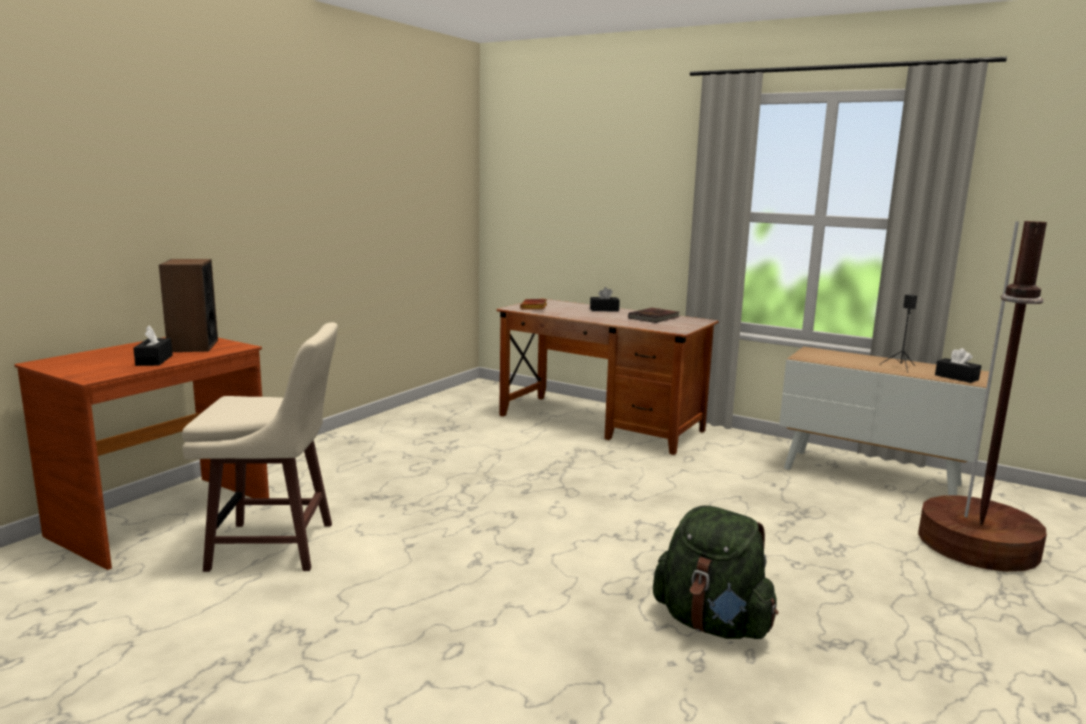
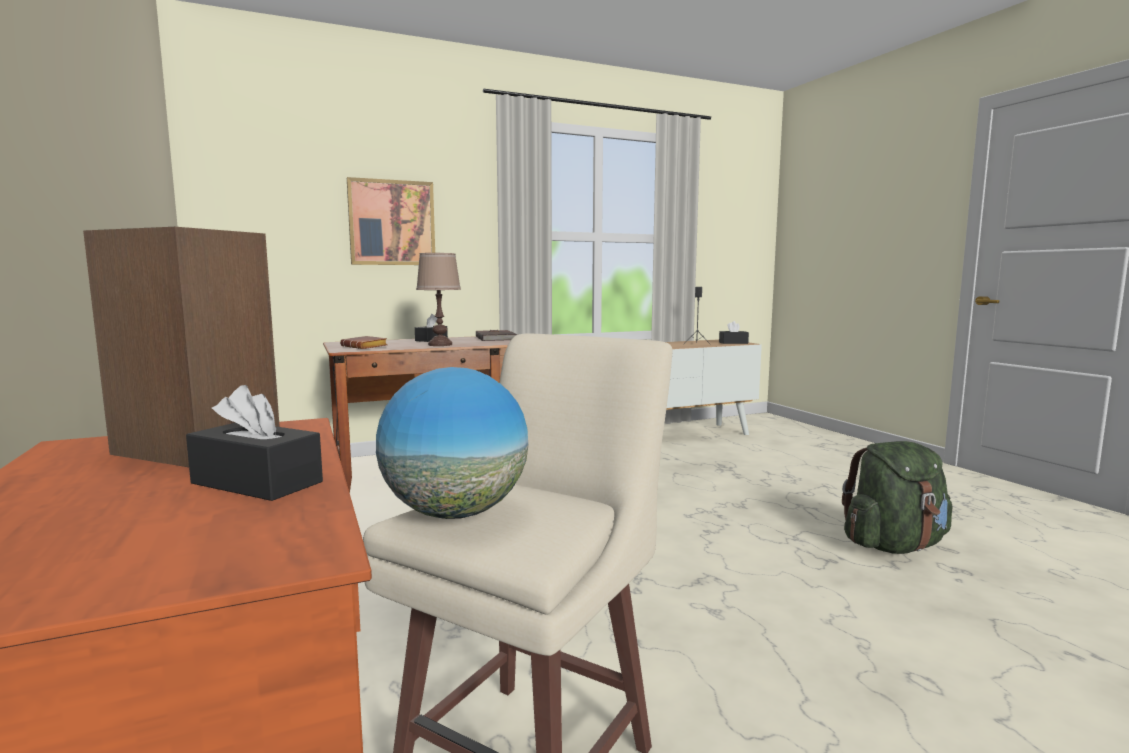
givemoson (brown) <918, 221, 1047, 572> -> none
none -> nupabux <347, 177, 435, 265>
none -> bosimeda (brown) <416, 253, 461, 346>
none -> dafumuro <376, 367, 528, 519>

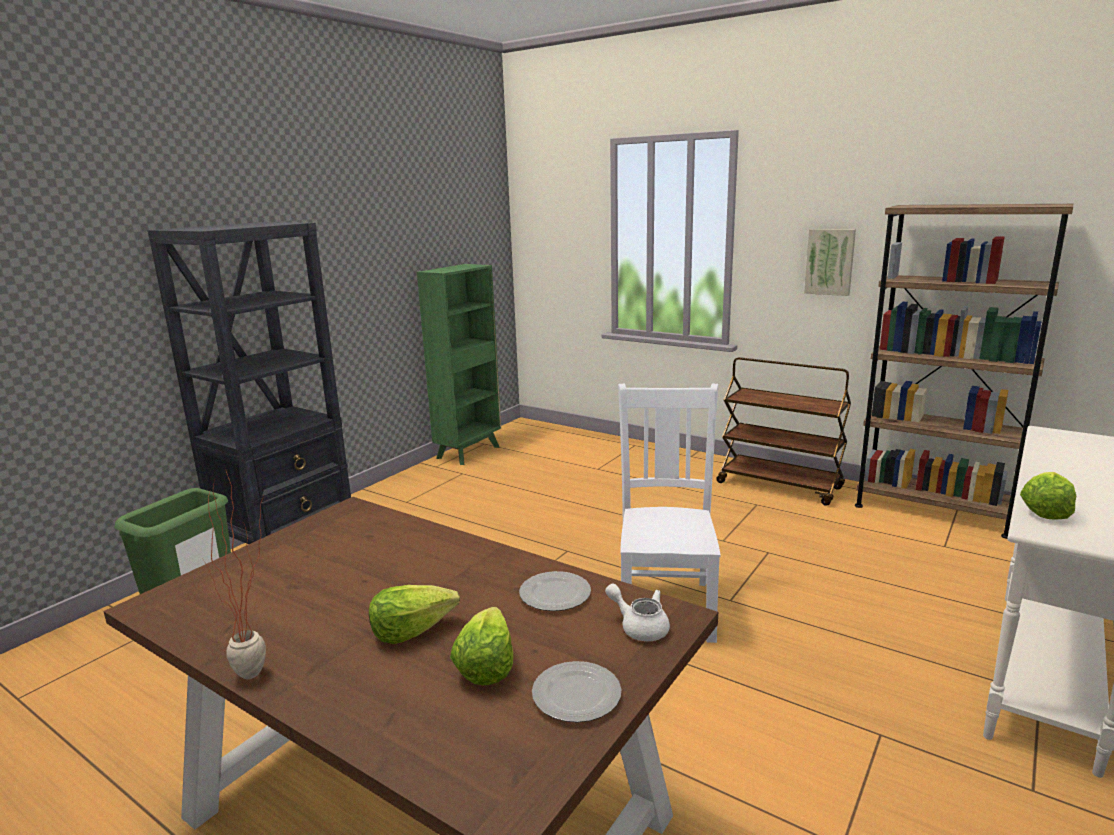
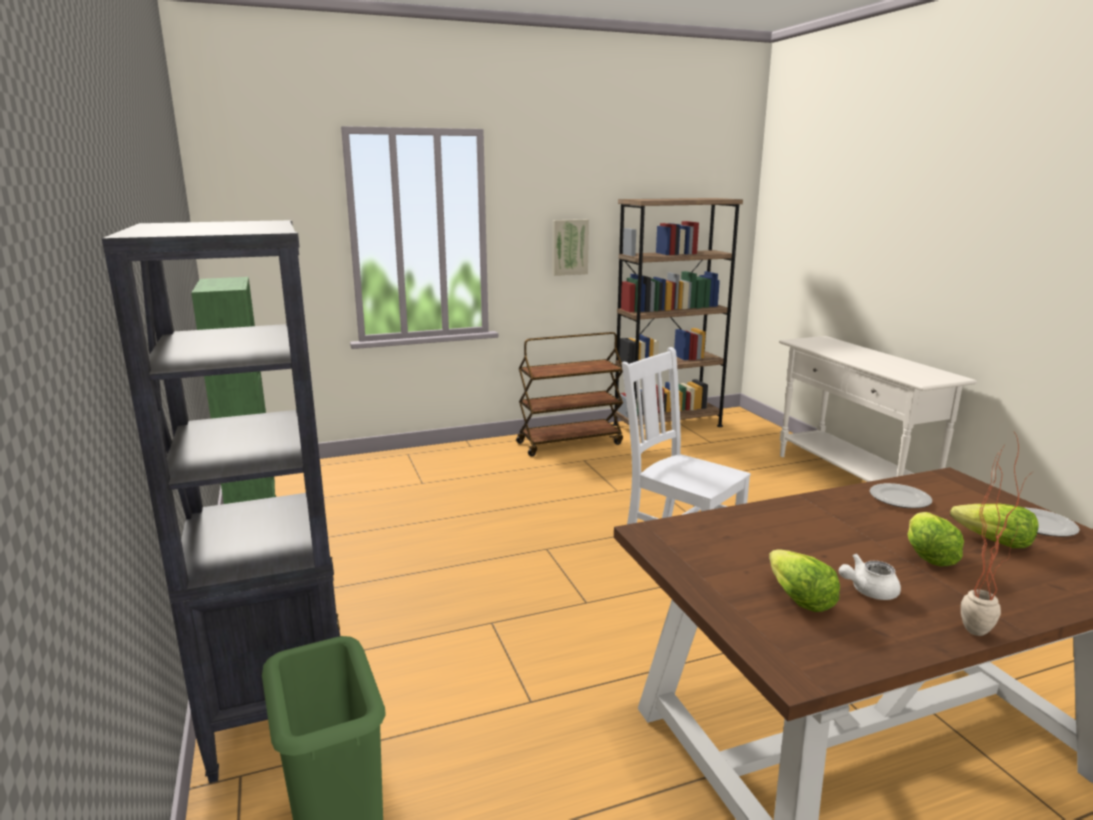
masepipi <1020, 472, 1076, 520> -> masepipi <769, 549, 840, 612>, relocated
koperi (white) <605, 584, 670, 641> -> koperi (white) <839, 554, 901, 600>, relocated

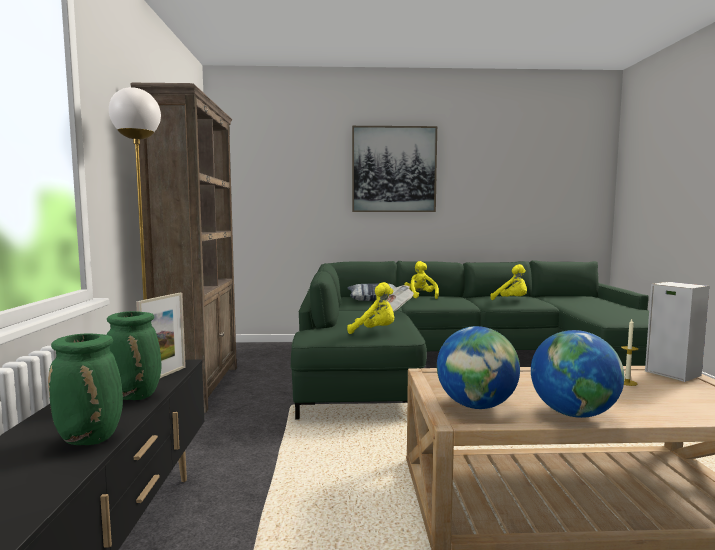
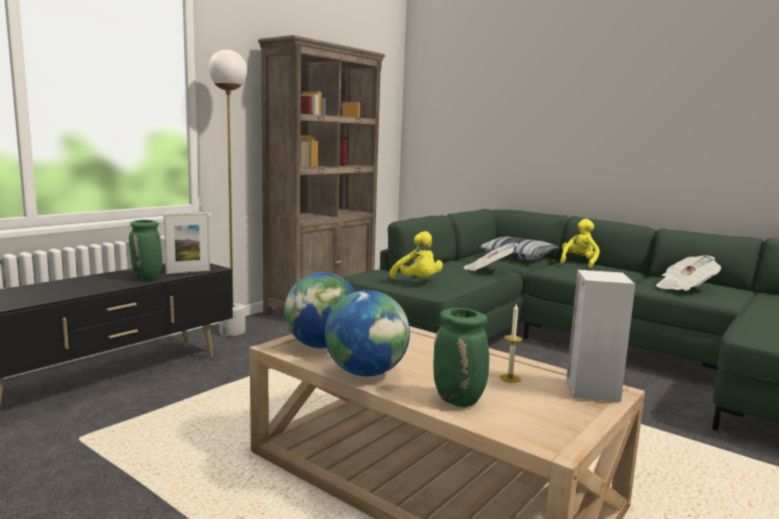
nupabux <352, 126, 437, 212> -> none
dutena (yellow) <490, 264, 527, 300> -> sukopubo <656, 255, 721, 291>
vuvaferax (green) <48, 333, 123, 445> -> vuvaferax (green) <434, 308, 489, 407>, relocated

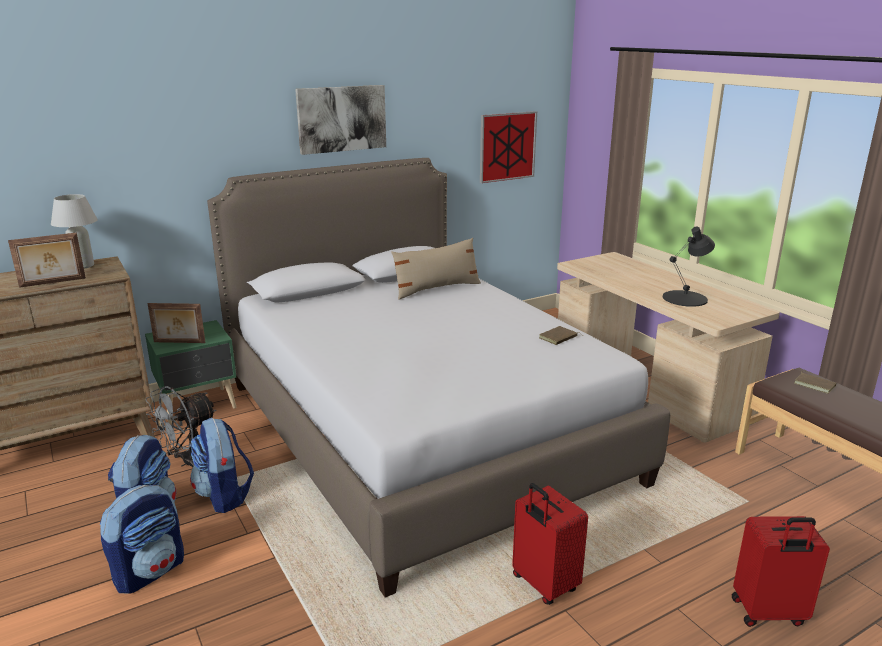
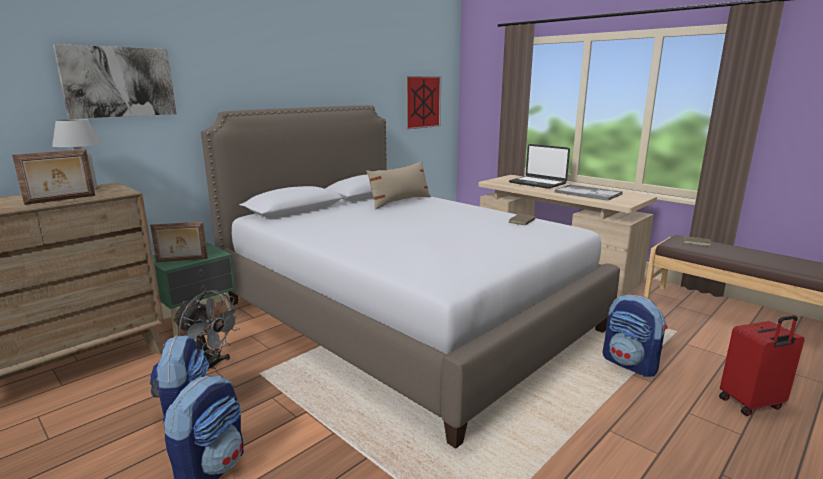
nupabux <295, 85, 386, 155> -> nupabux <53, 44, 176, 119>, relocated
bosimeda (black) <663, 227, 715, 307> -> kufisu <555, 184, 623, 201>
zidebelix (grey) <145, 386, 216, 467> -> zidebelix (grey) <173, 290, 242, 369>, 90 degrees counterclockwise
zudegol <190, 418, 254, 513> -> zudegol <603, 295, 668, 377>, relocated
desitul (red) <512, 483, 588, 605> -> none
none -> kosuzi <509, 144, 570, 189>

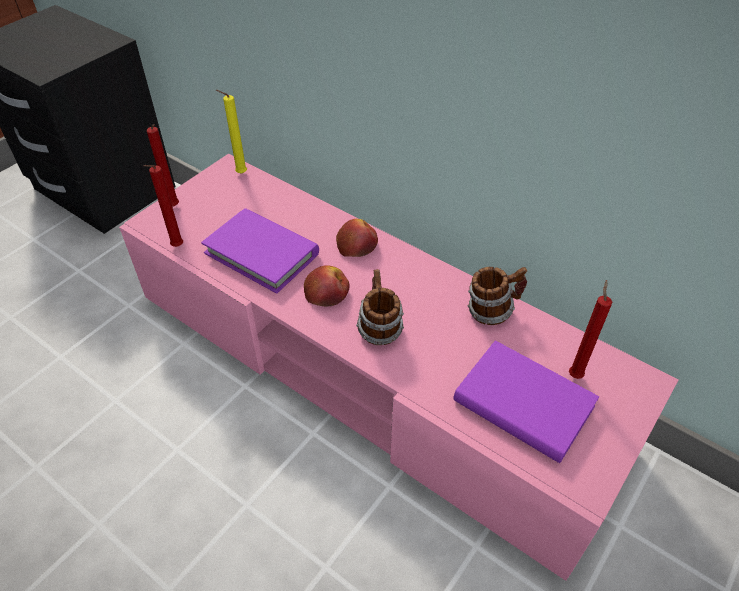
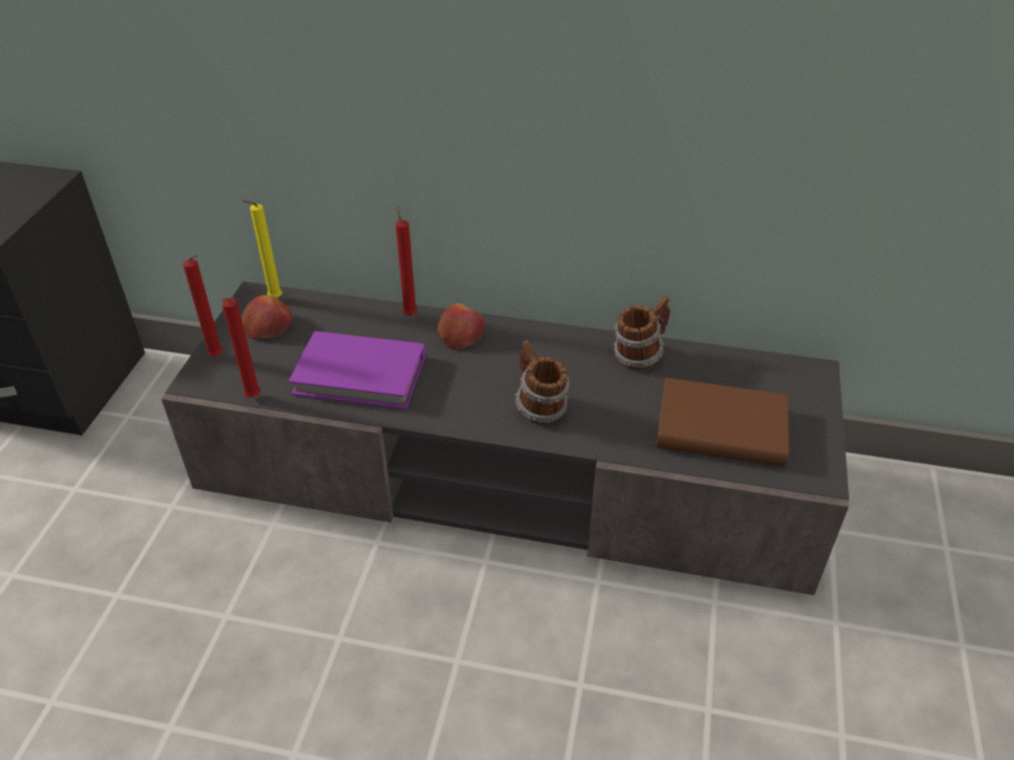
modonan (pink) <119, 154, 679, 581> -> modonan (grey) <161, 281, 849, 595>
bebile <304, 265, 350, 306> -> bebile <242, 295, 292, 339>, relocated
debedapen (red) <569, 280, 612, 379> -> debedapen (red) <396, 205, 417, 316>, relocated
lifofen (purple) <453, 340, 599, 463> -> lifofen (brown) <656, 378, 789, 467>

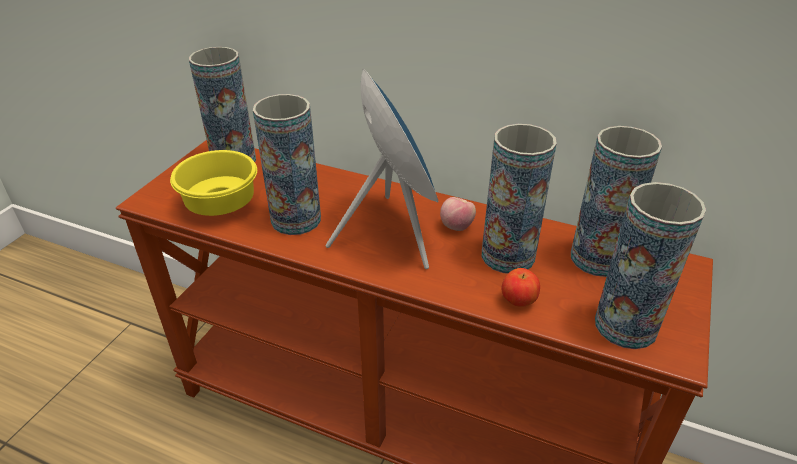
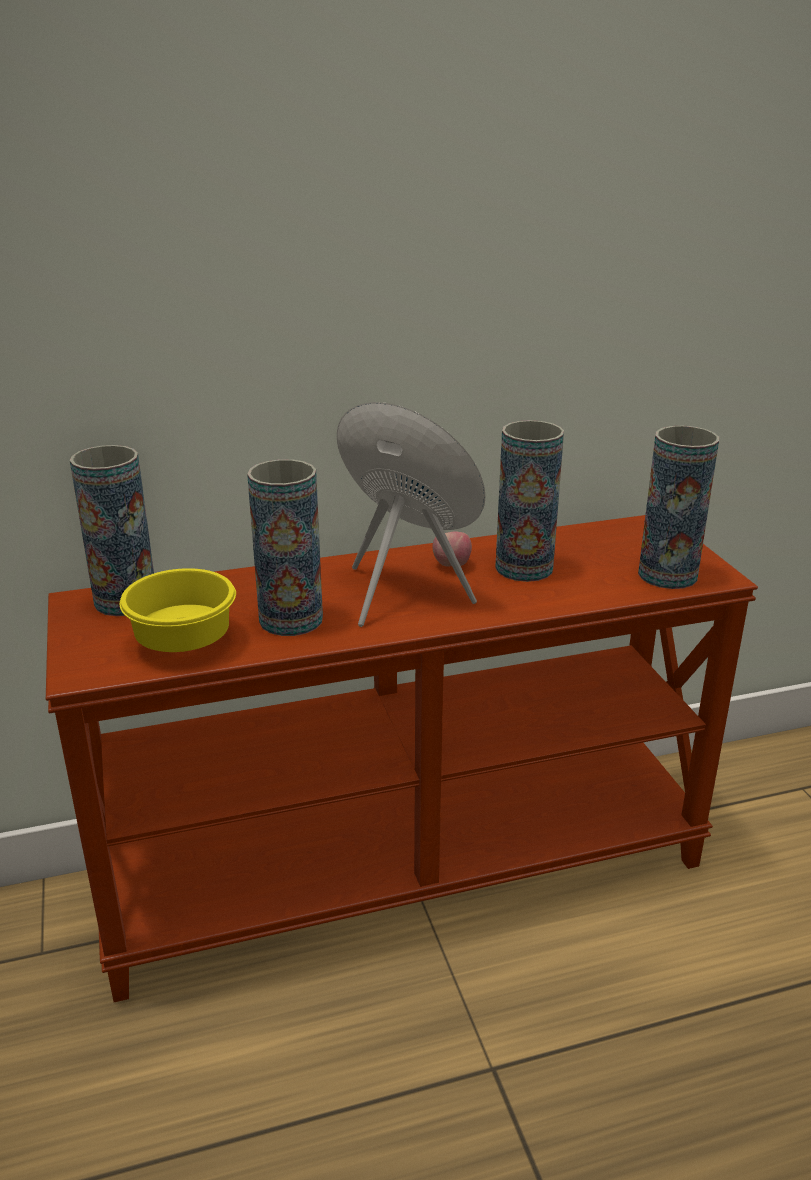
vuvaferax <571, 126, 662, 277> -> none
bebile <501, 268, 540, 307> -> none

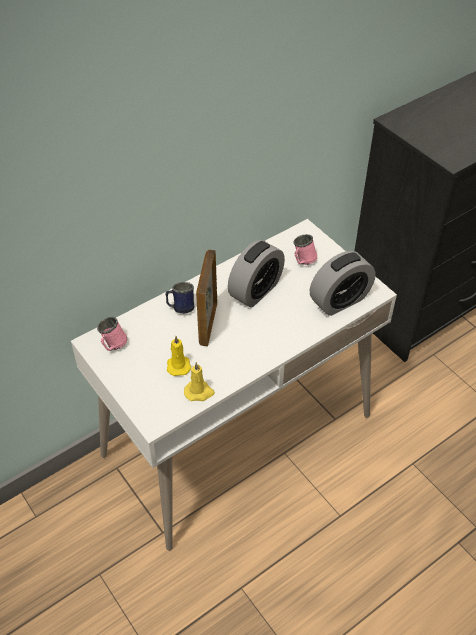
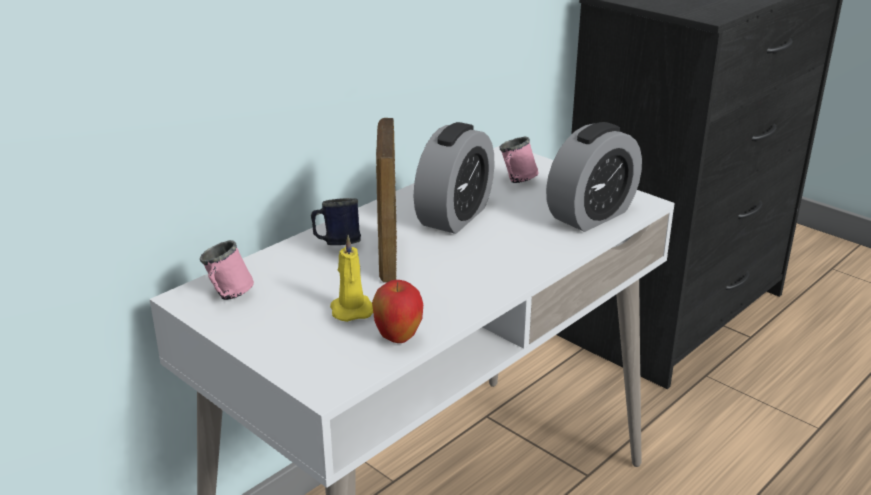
debedapen (yellow) <184, 362, 215, 401> -> bebile <372, 280, 423, 343>

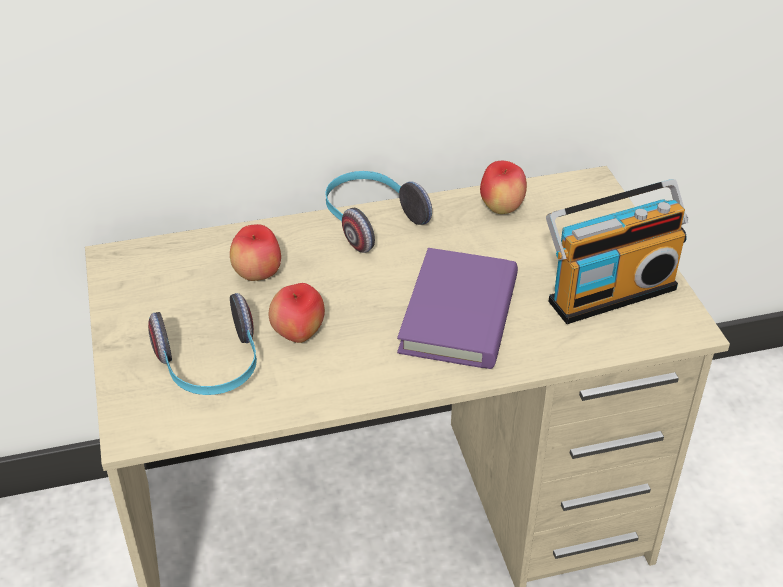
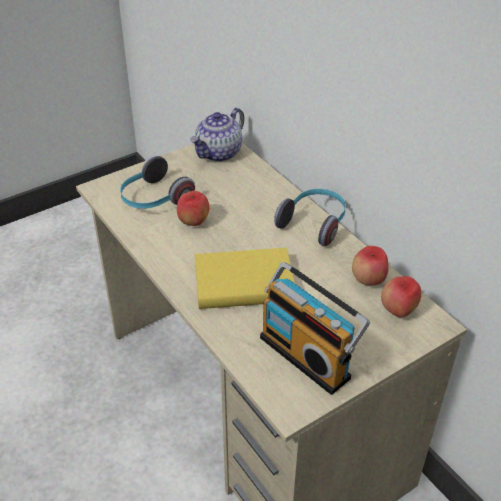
bebile <230, 224, 281, 281> -> bebile <381, 276, 421, 318>, relocated
lifofen (purple) <397, 248, 518, 369> -> lifofen (yellow) <195, 248, 295, 309>
none -> koperi <190, 108, 244, 162>

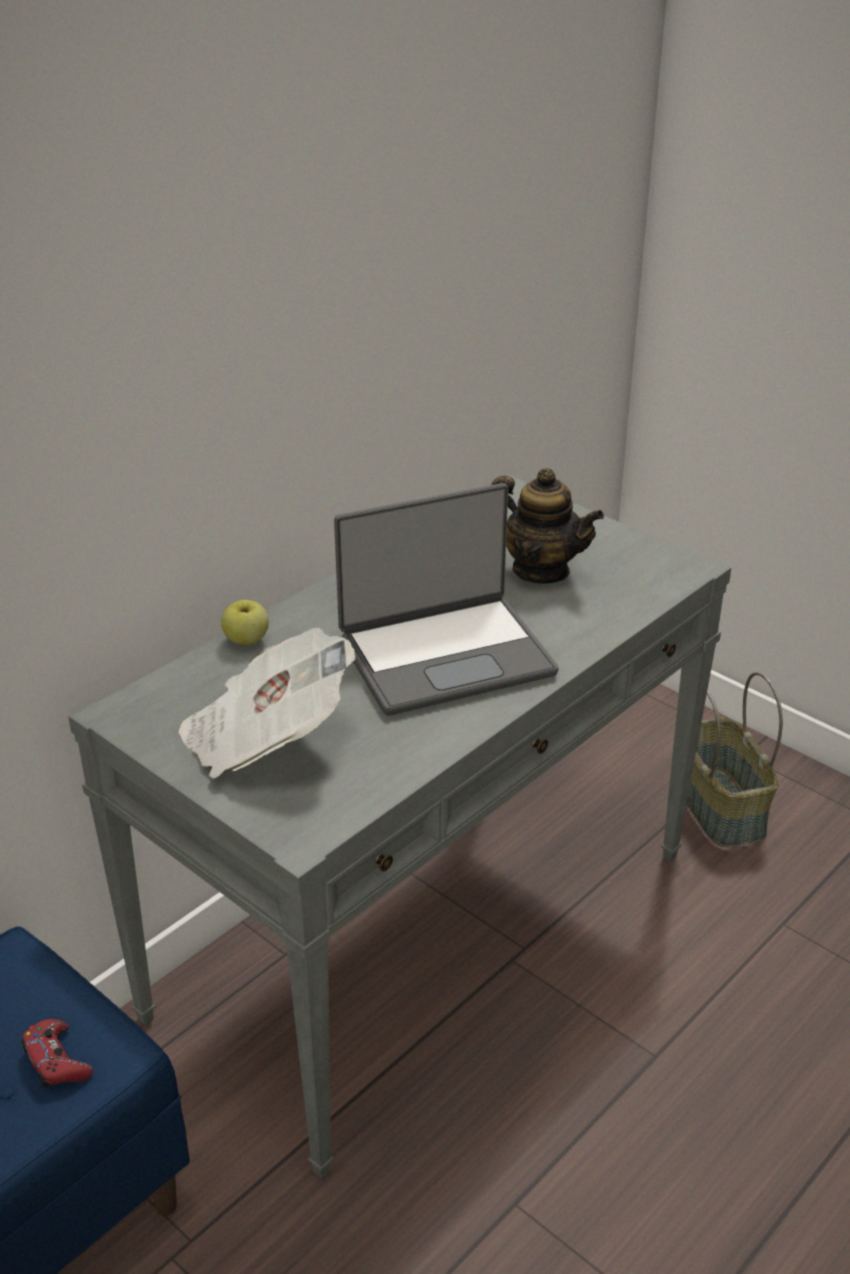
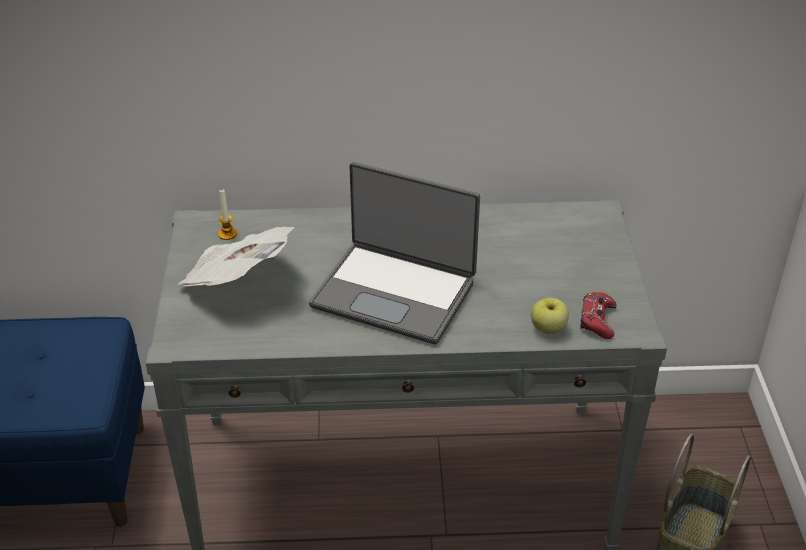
koperi <492, 468, 604, 584> -> none
bebile <221, 600, 269, 645> -> bebile <531, 298, 569, 334>, relocated
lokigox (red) <21, 1019, 93, 1088> -> lokigox (red) <580, 292, 617, 339>, relocated
none -> debedapen <218, 190, 237, 240>

